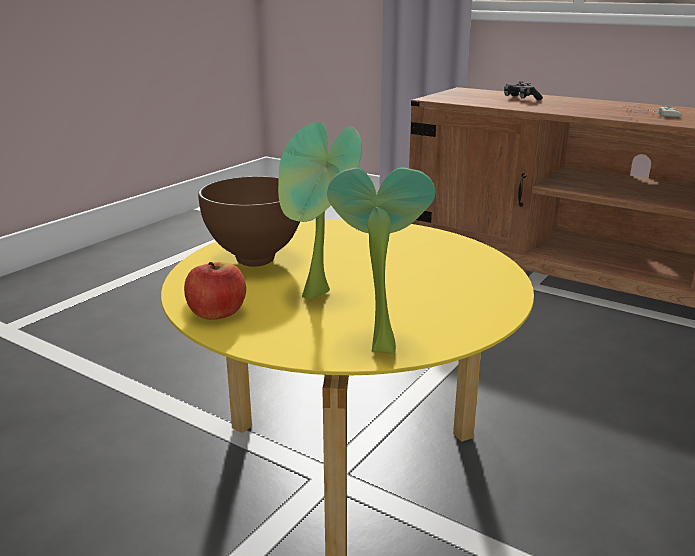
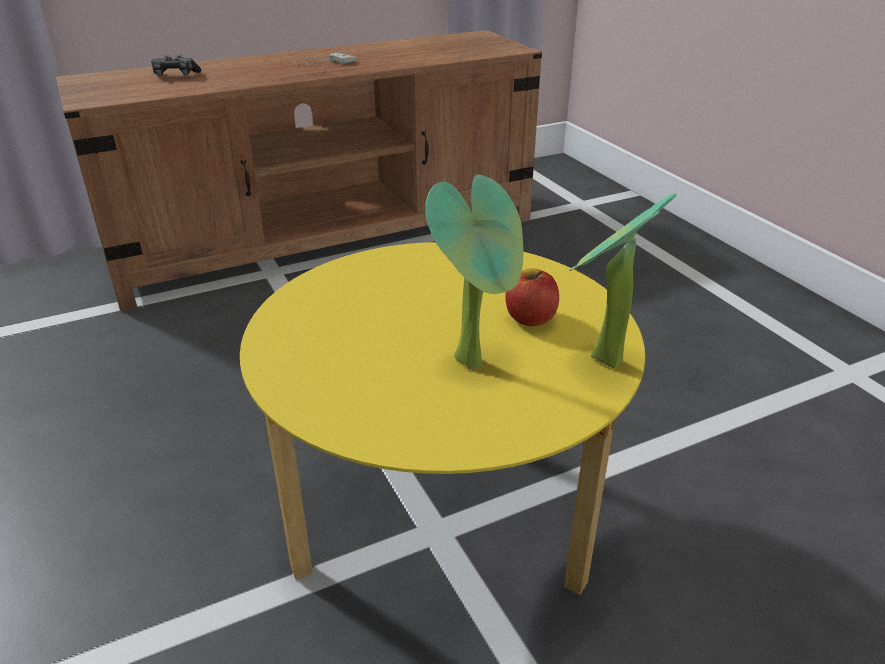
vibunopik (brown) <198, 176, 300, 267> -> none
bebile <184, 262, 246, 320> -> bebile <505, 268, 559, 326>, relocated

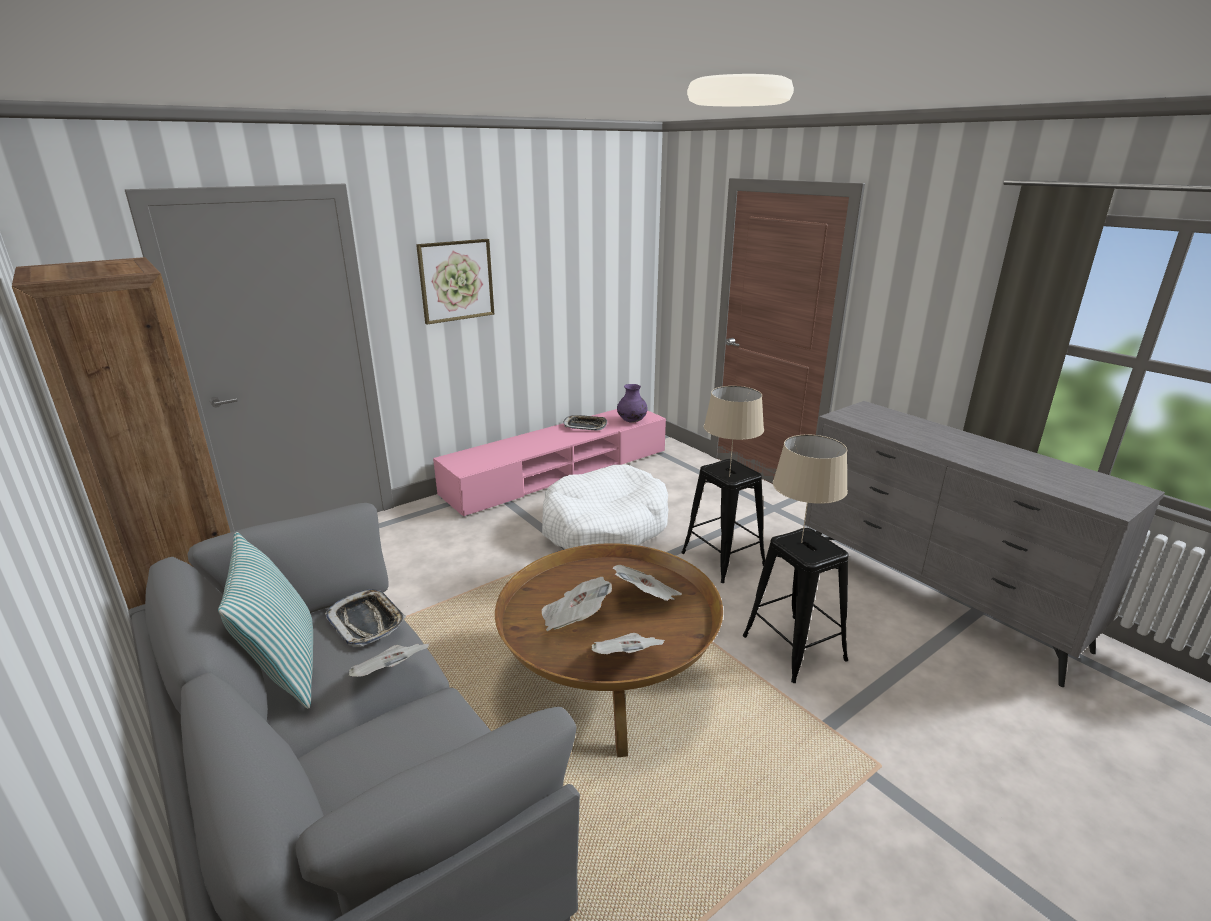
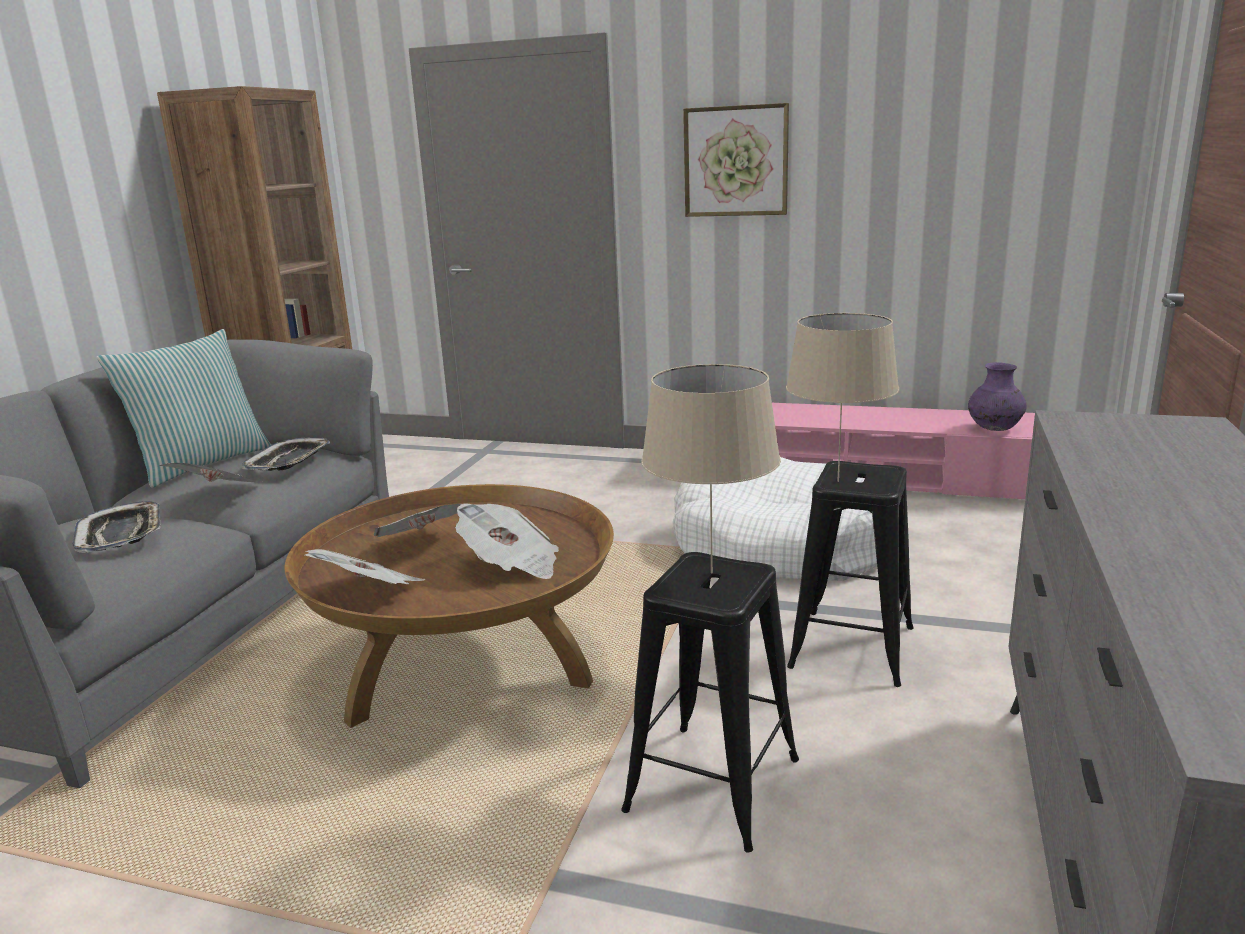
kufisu <563, 415, 607, 431> -> kufisu <73, 501, 160, 553>, relocated

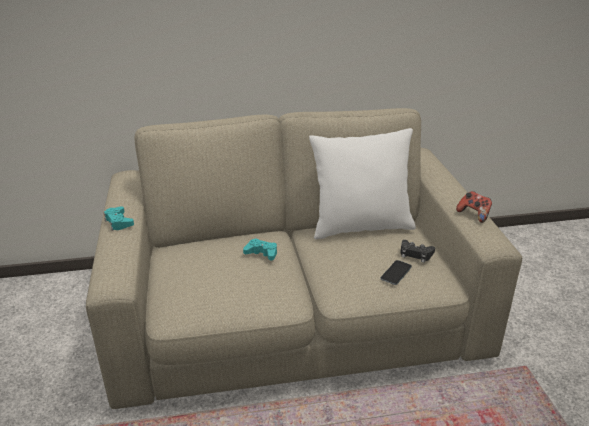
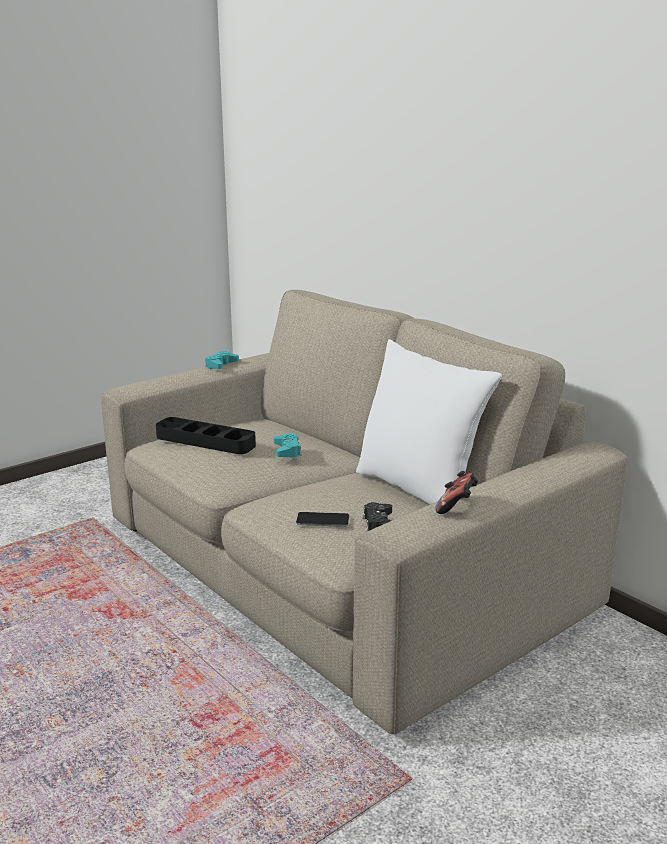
none -> kufisu (black) <156, 417, 256, 454>

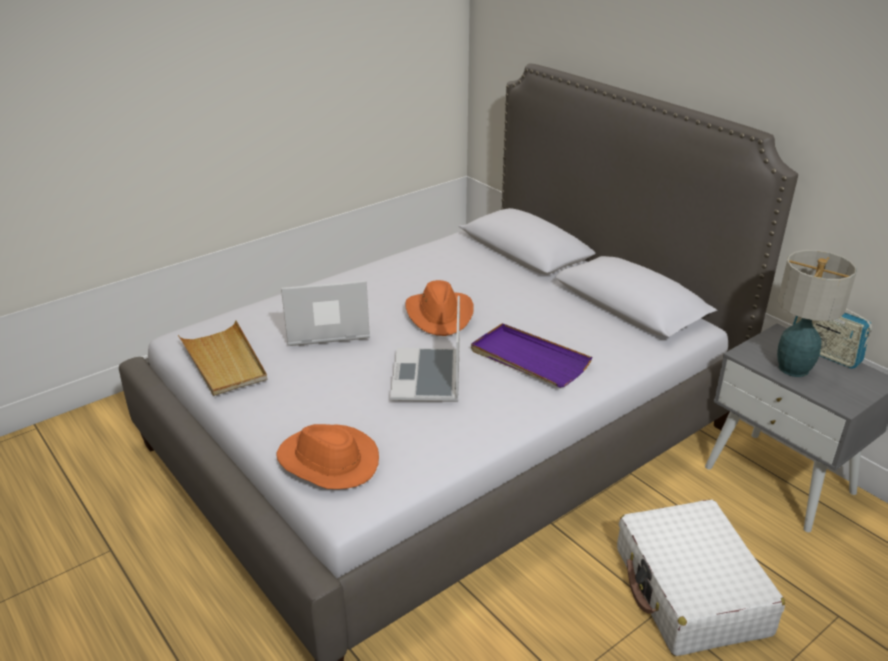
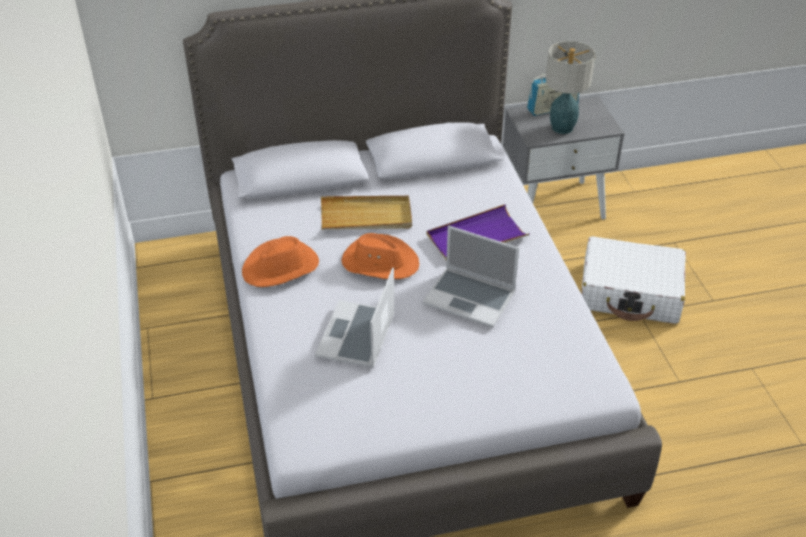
kufisu (beige) <178, 320, 267, 396> -> kufisu (beige) <321, 196, 412, 230>, relocated
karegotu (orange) <276, 424, 379, 489> -> karegotu (orange) <242, 236, 319, 287>, relocated

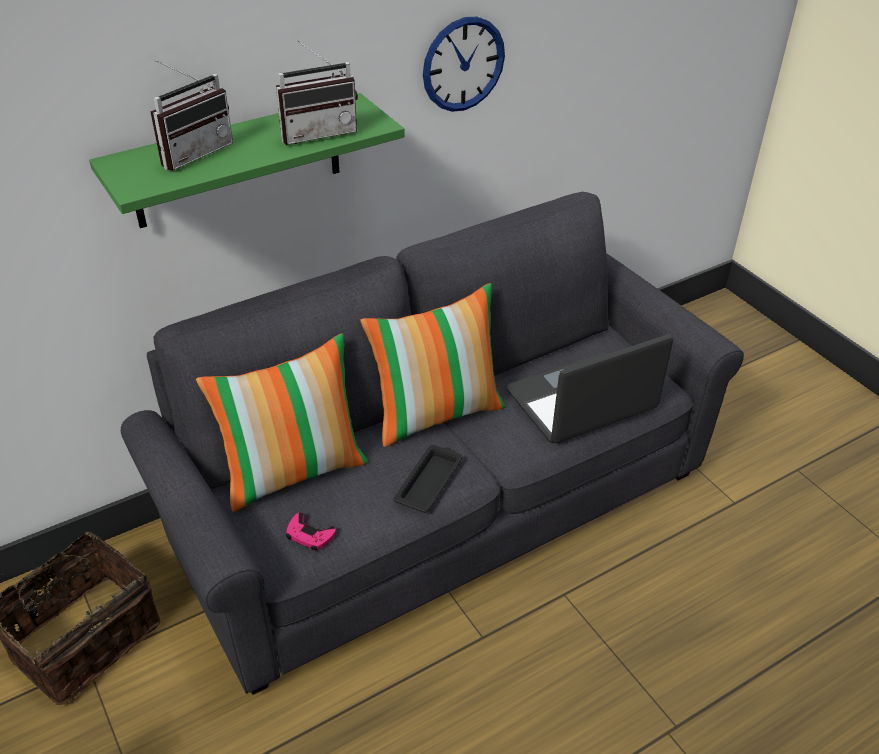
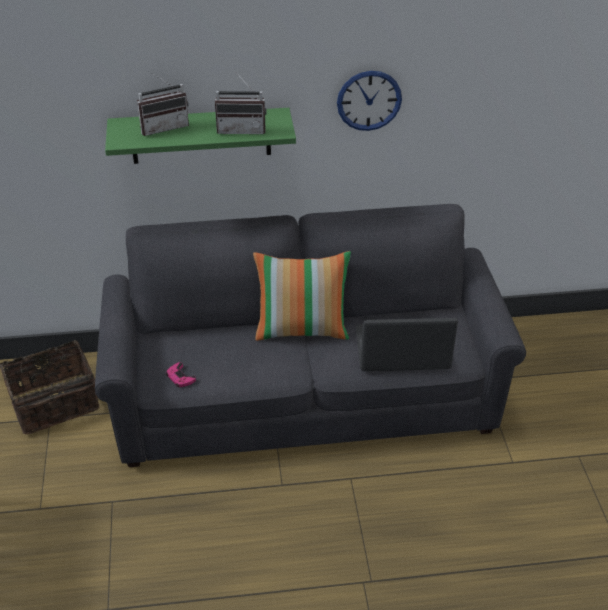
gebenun <196, 333, 368, 512> -> none
kufisu (black) <393, 445, 463, 513> -> none

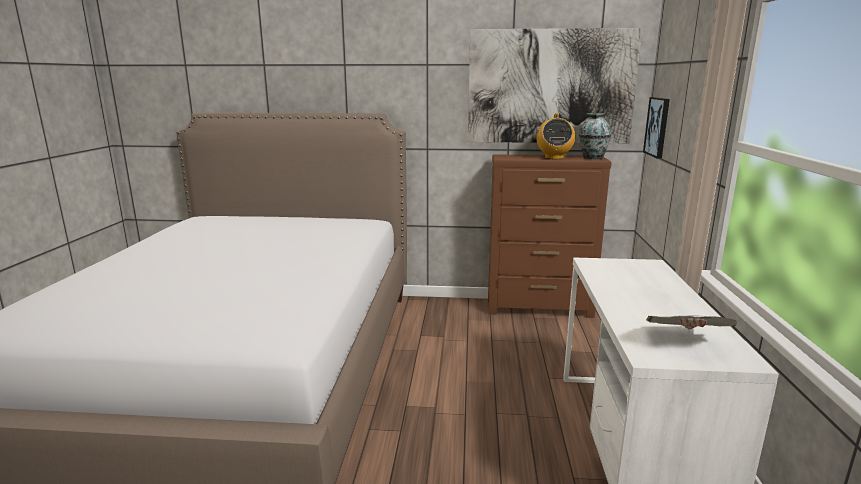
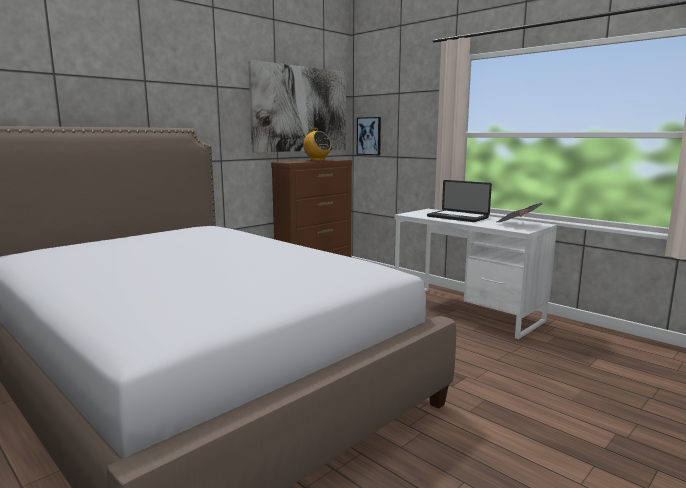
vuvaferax <579, 113, 611, 159> -> none
none -> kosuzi <427, 180, 492, 222>

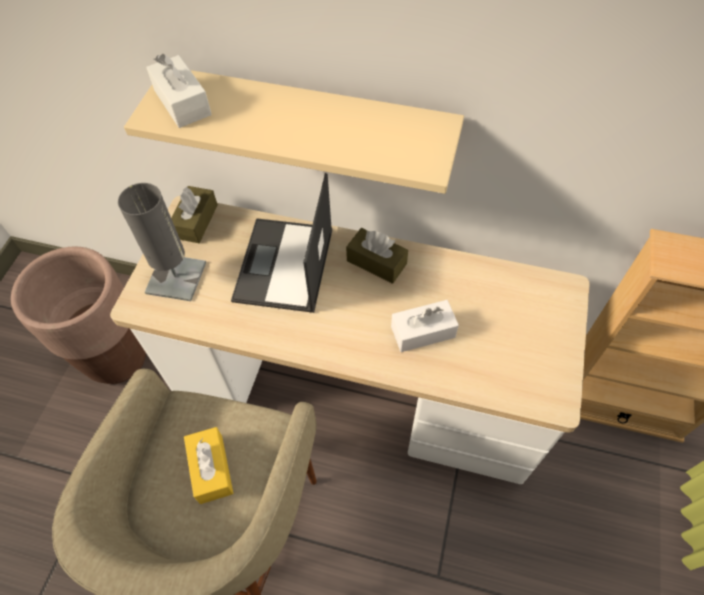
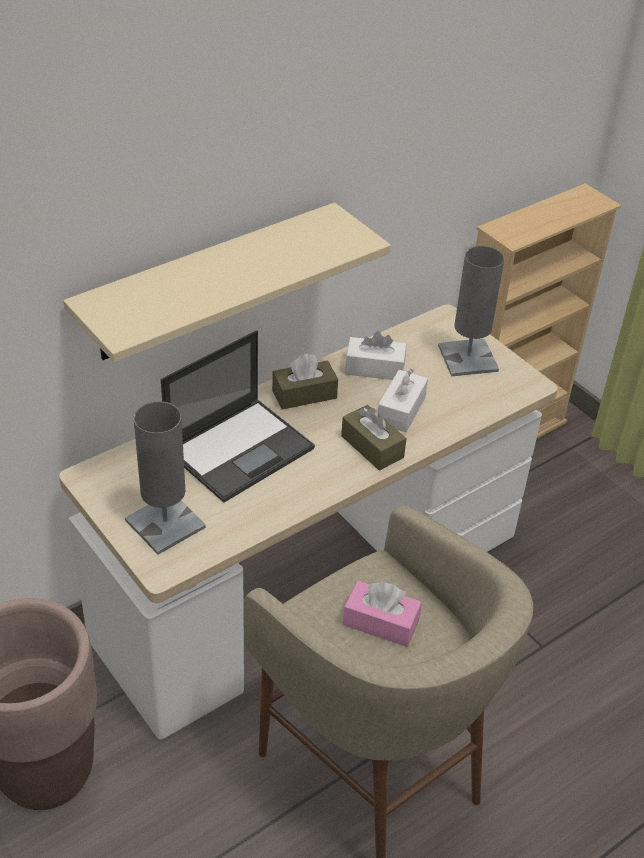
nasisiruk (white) <146, 54, 212, 128> -> nasisiruk (white) <345, 331, 406, 380>, relocated
kosuzi <231, 173, 332, 313> -> kosuzi <161, 331, 315, 503>, 90 degrees counterclockwise
nasisiruk (brown) <171, 186, 218, 243> -> nasisiruk (brown) <341, 405, 407, 471>, relocated
nasisiruk (yellow) <184, 427, 233, 504> -> nasisiruk (pink) <343, 581, 422, 647>
none -> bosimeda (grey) <438, 246, 505, 376>

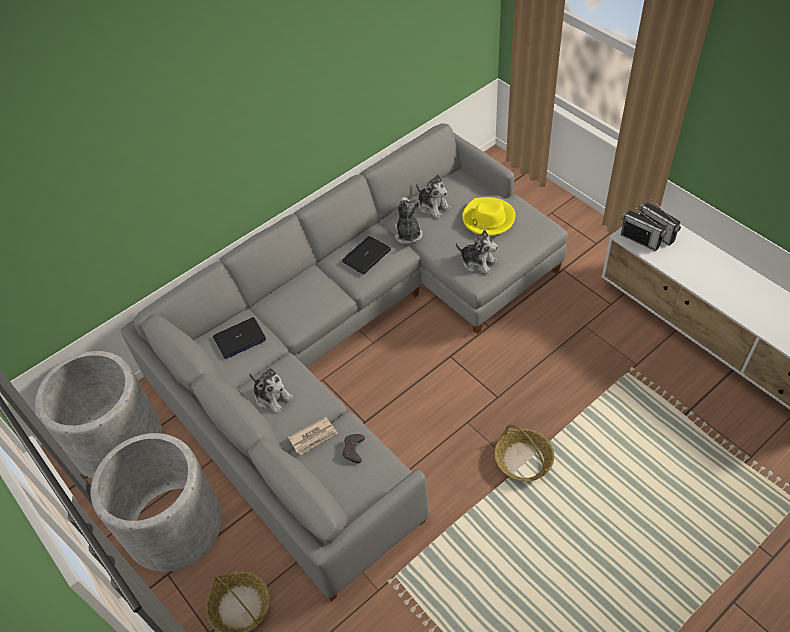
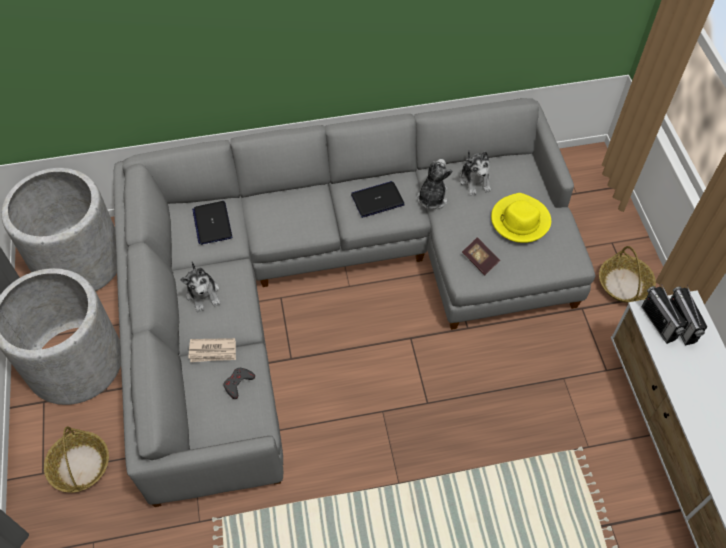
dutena <456, 230, 498, 274> -> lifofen <462, 237, 500, 276>
kosuzi <213, 317, 266, 359> -> kosuzi <192, 201, 232, 245>, 75 degrees clockwise
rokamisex <495, 425, 554, 481> -> rokamisex <599, 246, 656, 303>, relocated

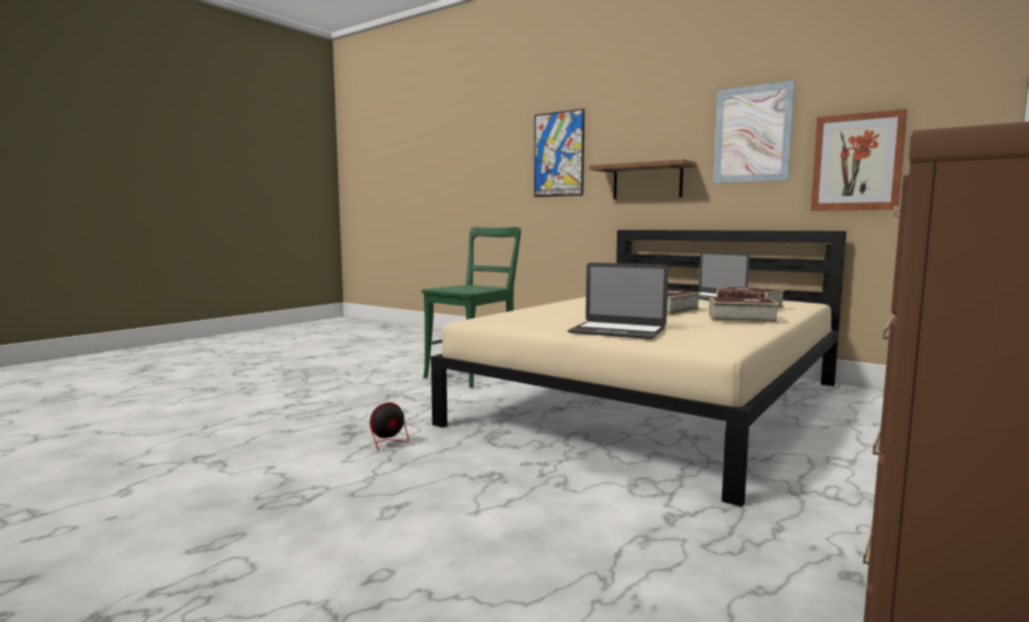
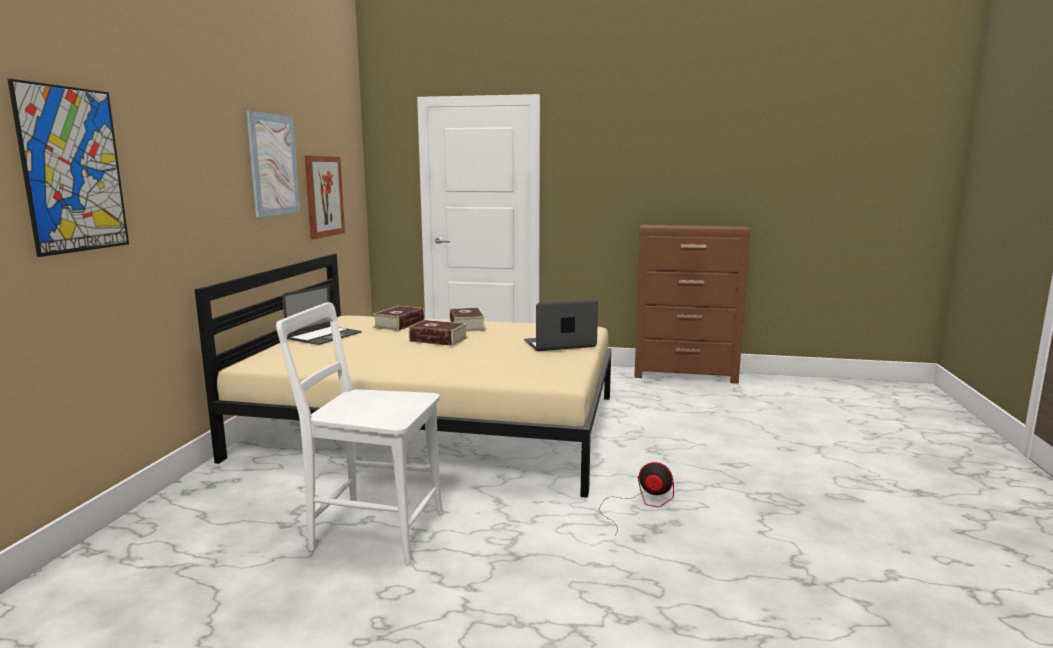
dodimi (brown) <589, 159, 696, 199> -> none
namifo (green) <422, 227, 521, 388> -> namifo (white) <276, 302, 444, 564>
kosuzi <567, 263, 668, 339> -> kosuzi <524, 299, 598, 351>, 105 degrees counterclockwise

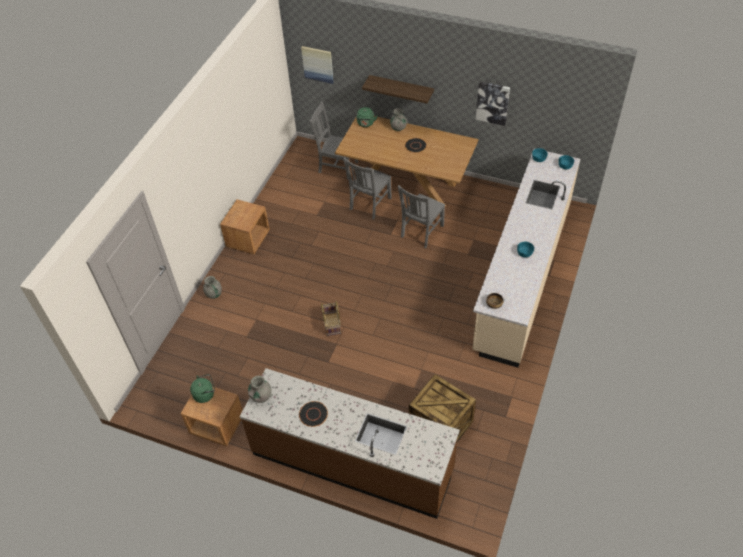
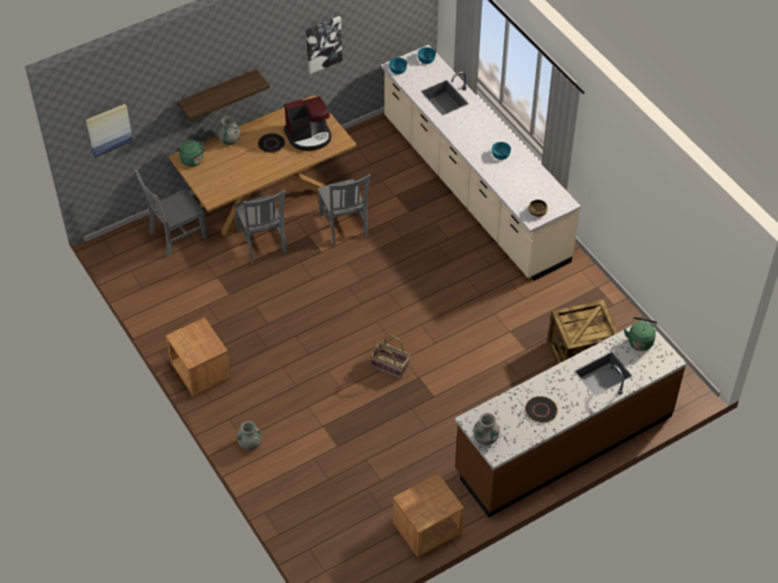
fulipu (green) <190, 374, 215, 403> -> fulipu (green) <624, 317, 658, 351>, relocated
none -> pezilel <284, 96, 331, 151>

